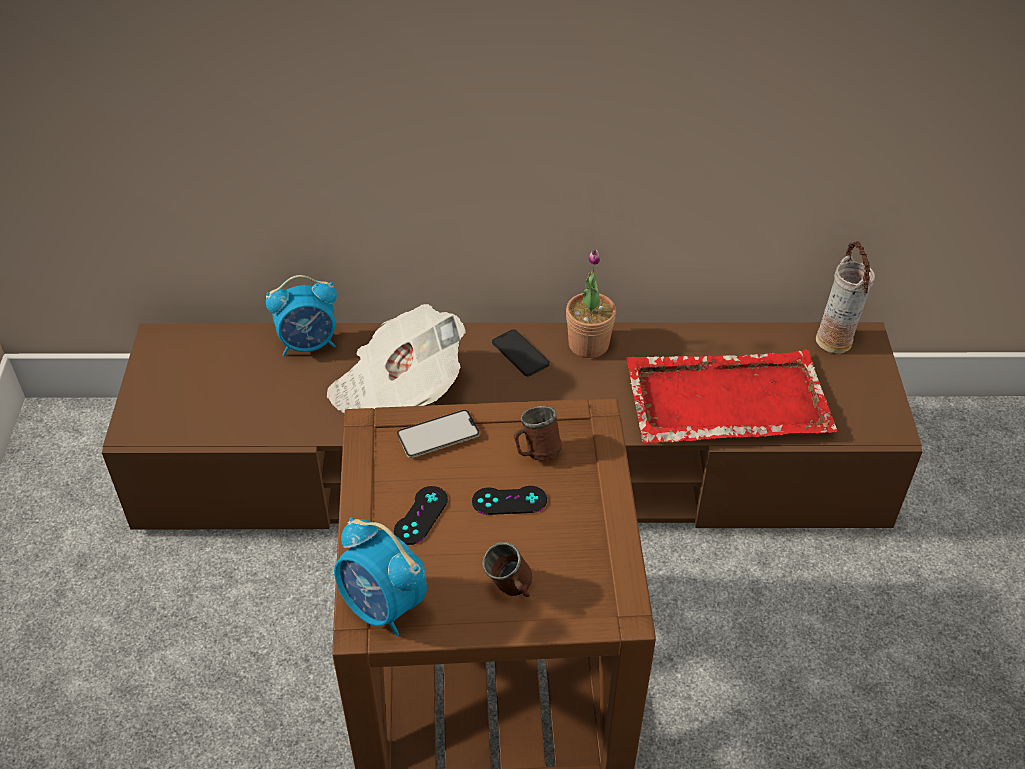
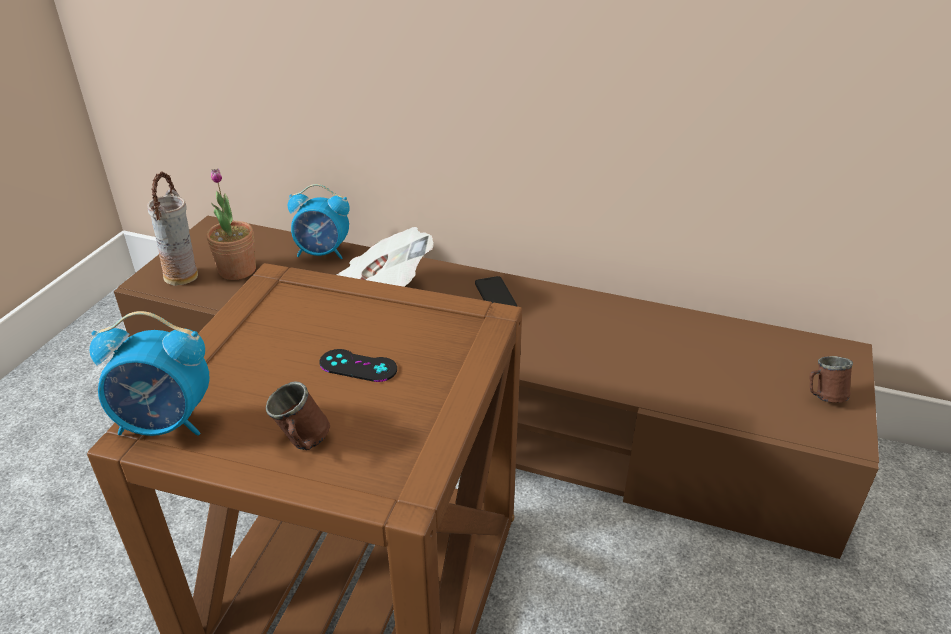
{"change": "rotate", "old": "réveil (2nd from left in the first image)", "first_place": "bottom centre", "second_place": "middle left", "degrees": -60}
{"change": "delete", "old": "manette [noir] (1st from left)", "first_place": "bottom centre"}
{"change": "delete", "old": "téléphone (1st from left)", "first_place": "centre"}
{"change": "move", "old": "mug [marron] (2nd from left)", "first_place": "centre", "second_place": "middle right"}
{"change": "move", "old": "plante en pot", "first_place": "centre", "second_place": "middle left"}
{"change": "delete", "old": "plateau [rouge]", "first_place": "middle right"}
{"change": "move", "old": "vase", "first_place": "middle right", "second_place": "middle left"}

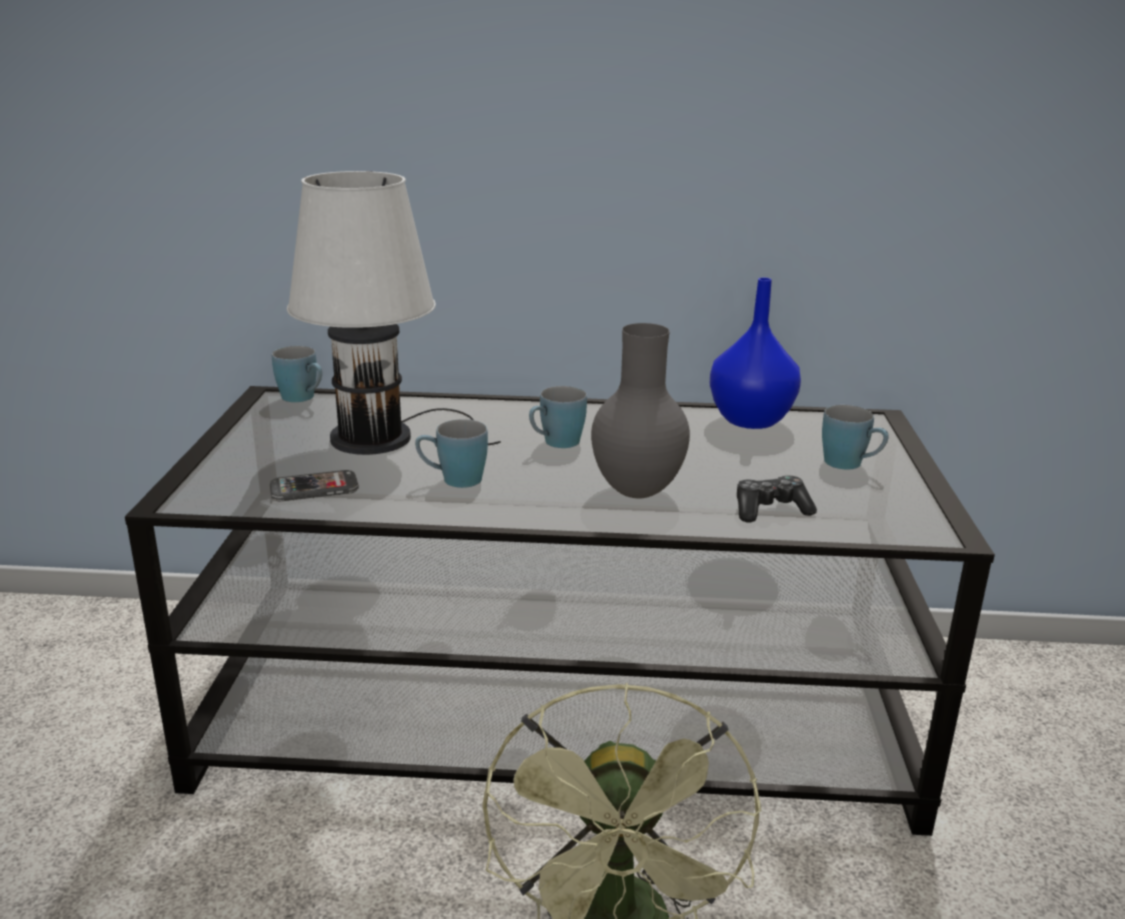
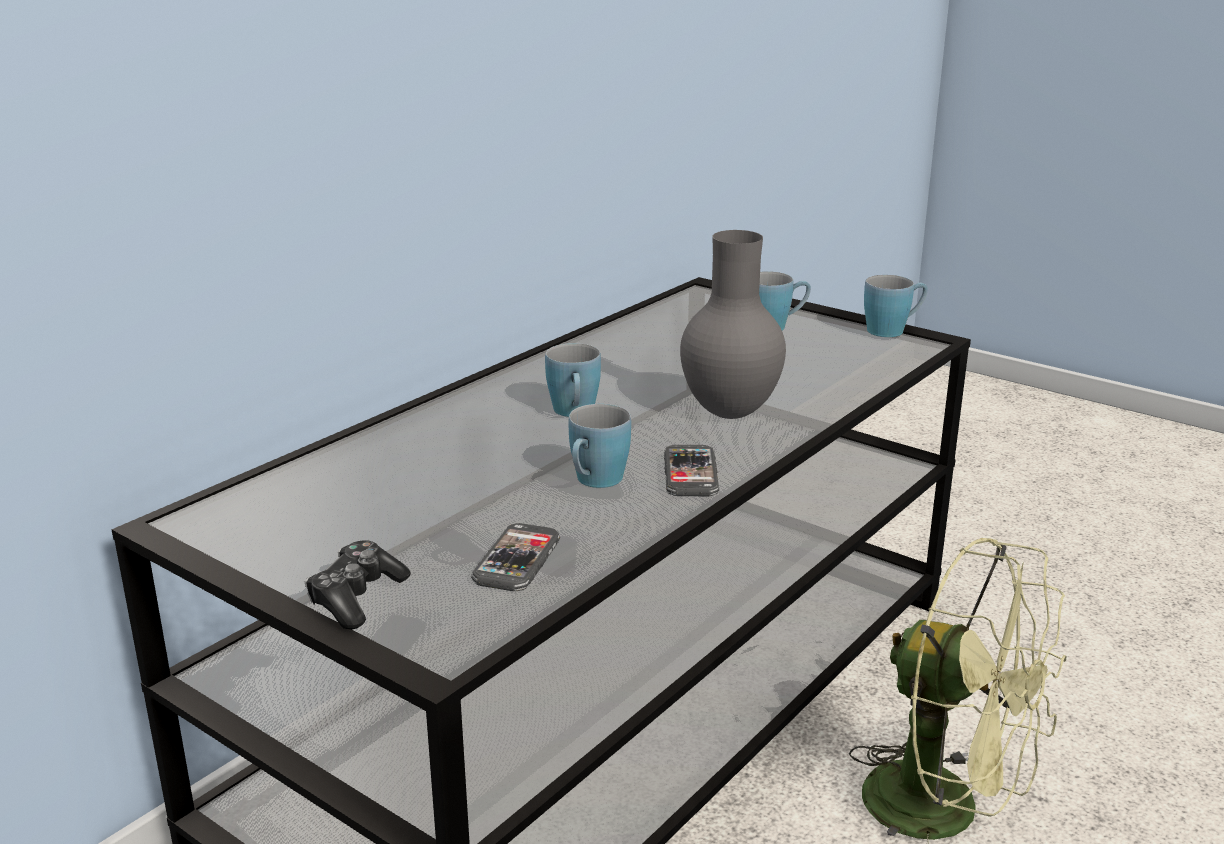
{"change": "move", "old": "mug [bleu] (1st from left in the first image)", "new": "mug [bleu] (4th from left)", "first_place": "middle left", "second_place": "middle right"}
{"change": "delete", "old": "lampe de table [blanc]", "first_place": "centre"}
{"change": "delete", "old": "vase [bleu]", "first_place": "middle right"}
{"change": "move", "old": "manette", "first_place": "middle right", "second_place": "bottom left"}
{"change": "insert", "new": "téléphone (2nd from left)", "second_place": "centre"}

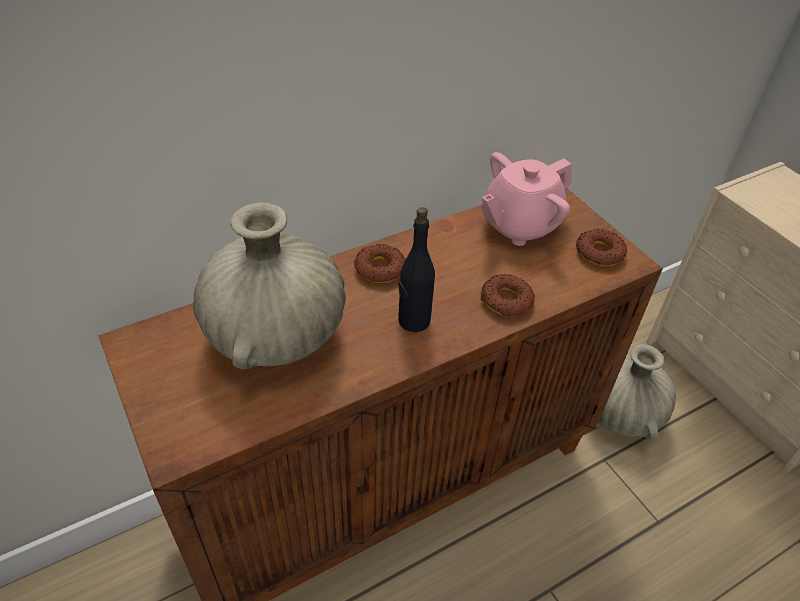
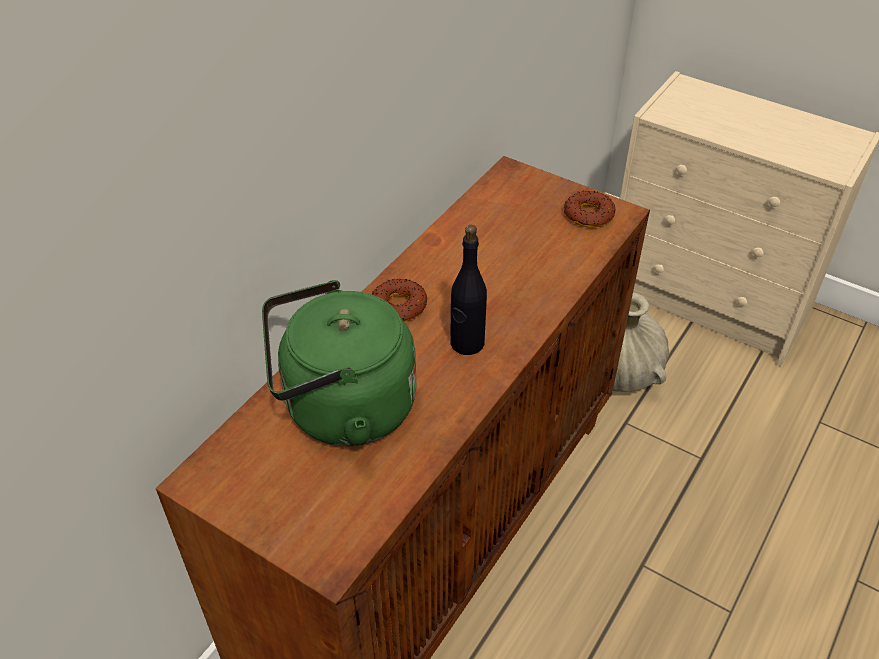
{"change": "replace", "old": "vase [beige] (1st from left)", "new": "bouilloire [vert]", "first_place": "centre", "second_place": "centre"}
{"change": "delete", "old": "beignet (2nd from left)", "first_place": "centre"}
{"change": "delete", "old": "théière [rose]", "first_place": "top centre"}

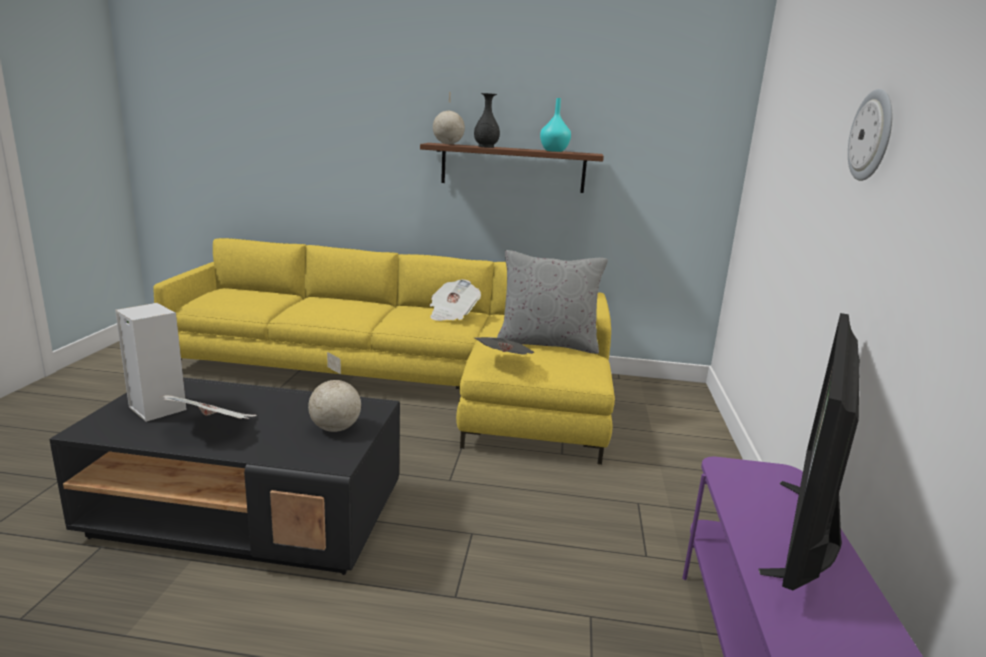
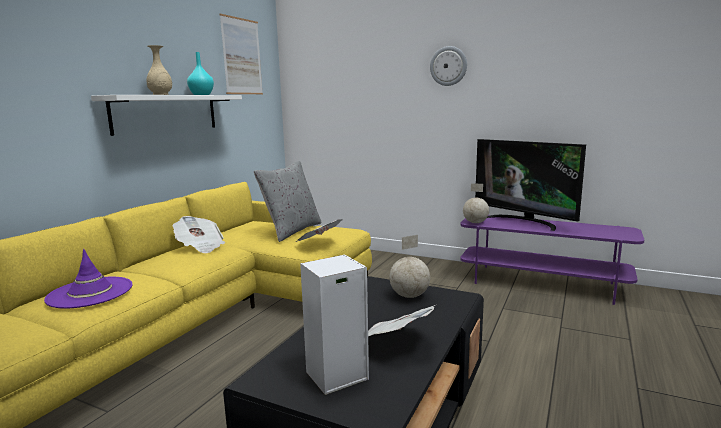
{"change": "recolor", "old": "étagère [marron]", "new": "étagère [blanc]", "first_place": "top centre", "second_place": "top left"}
{"change": "move", "old": "globe (2nd from left)", "first_place": "top centre", "second_place": "centre"}
{"change": "recolor", "old": "vase [noir]", "new": "vase [beige]", "first_place": "top centre", "second_place": "top left"}
{"change": "insert", "new": "chapeau [violet]", "second_place": "middle left"}
{"change": "insert", "new": "tableau", "second_place": "top centre"}

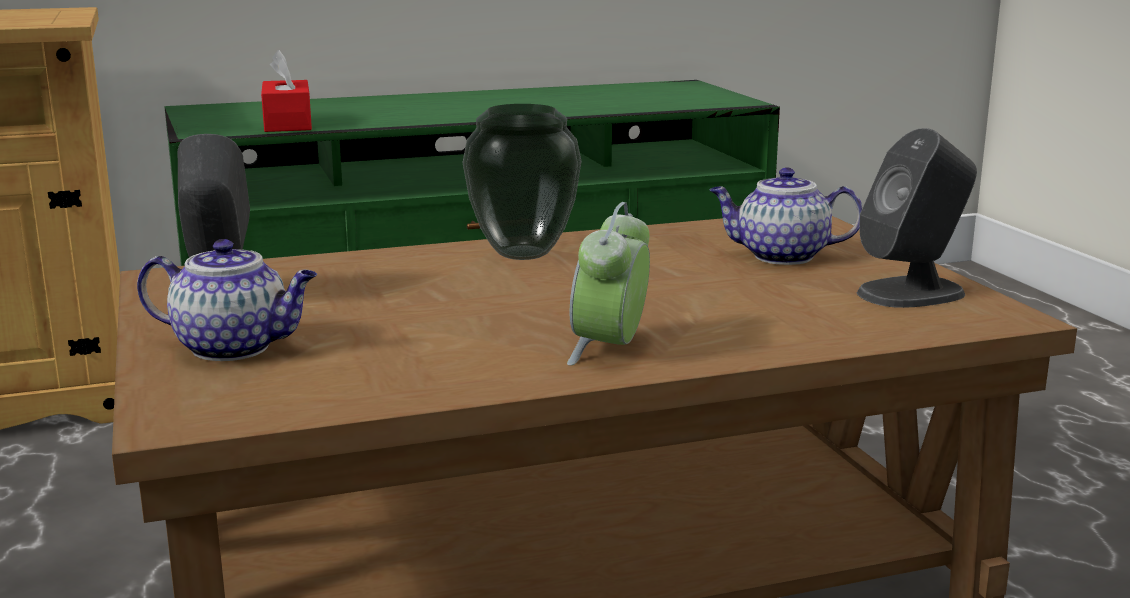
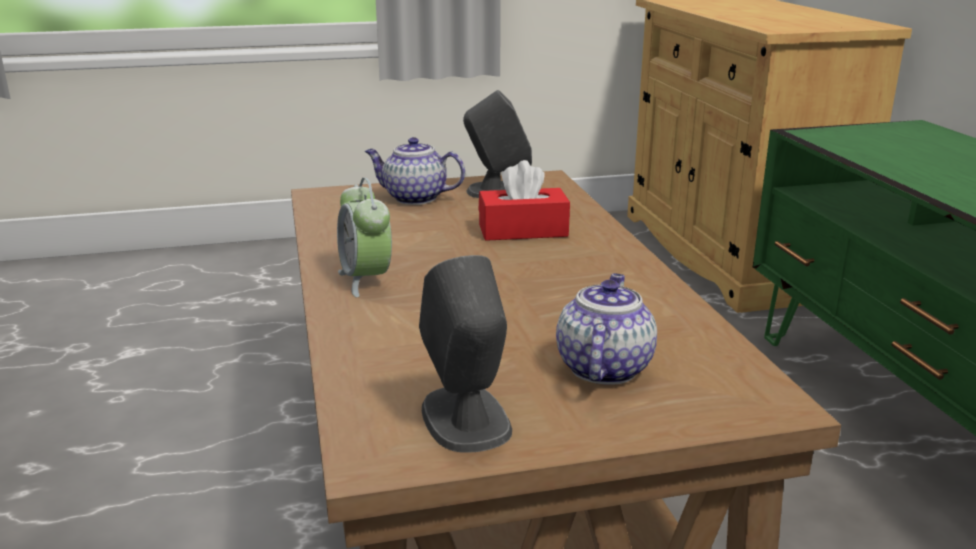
{"change": "rotate", "old": "théière (1st from left)", "first_place": "middle left", "second_place": "top centre", "degrees": 90}
{"change": "move", "old": "boîte à mouchoirs [rouge]", "first_place": "top left", "second_place": "centre"}
{"change": "delete", "old": "vase", "first_place": "top centre"}
{"change": "rotate", "old": "réveil", "first_place": "centre", "second_place": "centre", "degrees": -135}

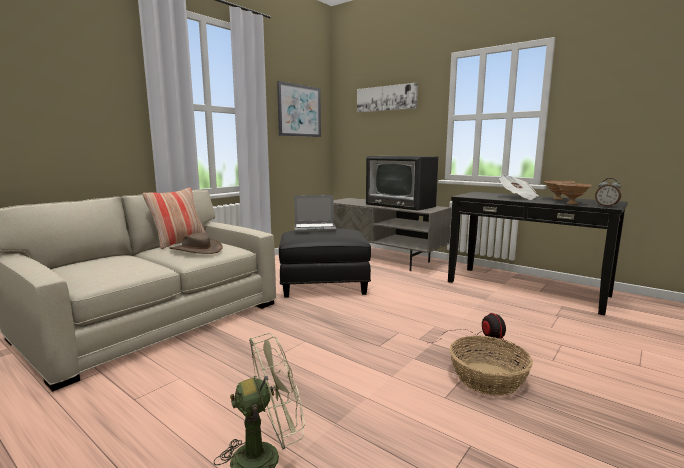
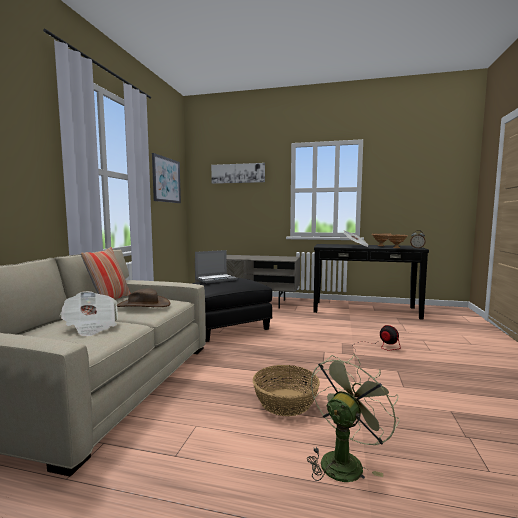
{"change": "delete", "old": "téléviseur", "first_place": "centre"}
{"change": "move", "old": "panier", "first_place": "bottom right", "second_place": "bottom centre"}
{"change": "insert", "new": "journal (1st from left)", "second_place": "middle left"}

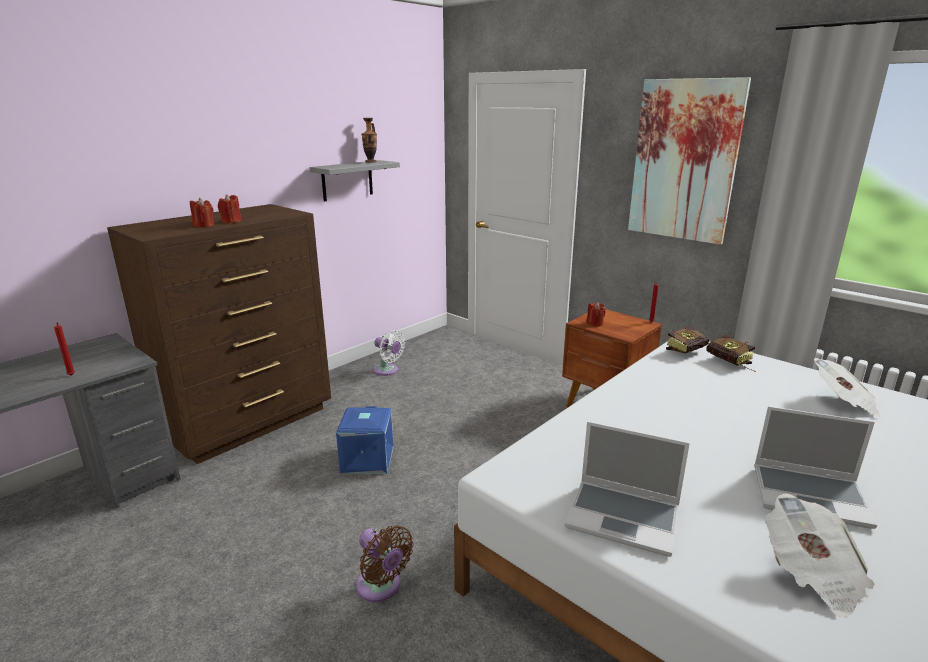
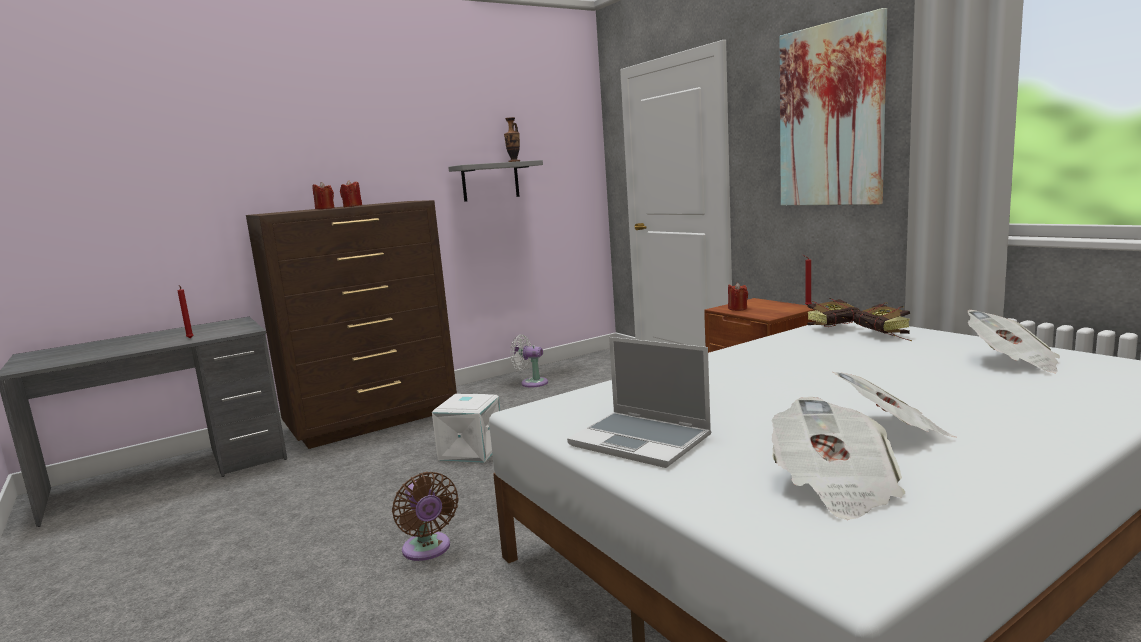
{"change": "recolor", "old": "boîte de rangement [bleu]", "new": "boîte de rangement [blanc]", "first_place": "centre", "second_place": "bottom centre"}
{"change": "rotate", "old": "ventilateur [blanc]", "first_place": "centre", "second_place": "centre", "degrees": 150}
{"change": "replace", "old": "ordinateur portable (2nd from left)", "new": "journal (2nd from left)", "first_place": "bottom right", "second_place": "middle right"}

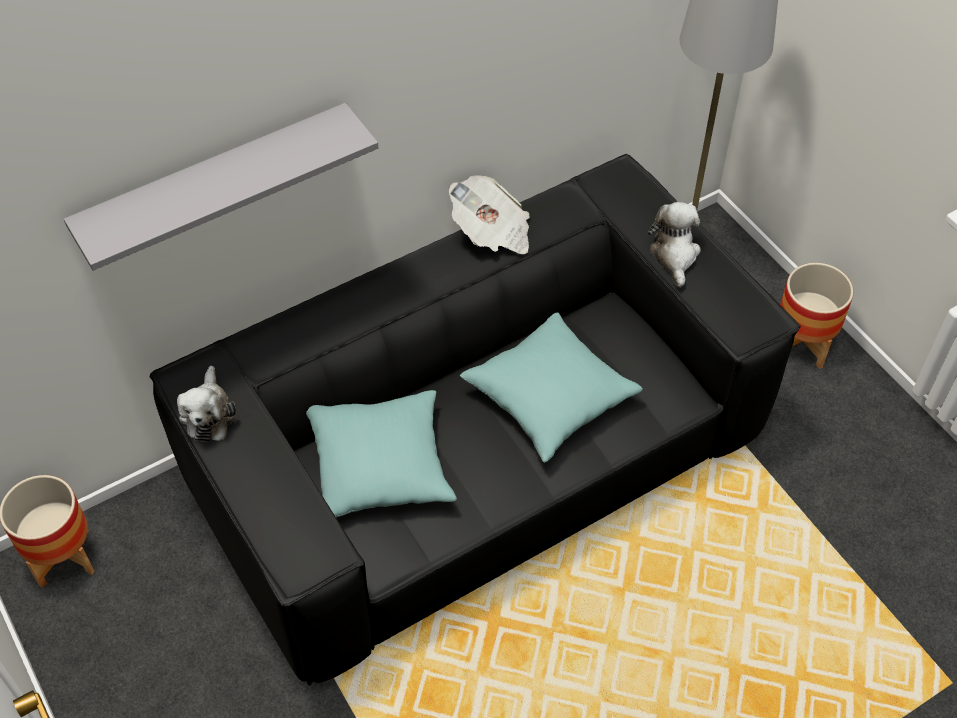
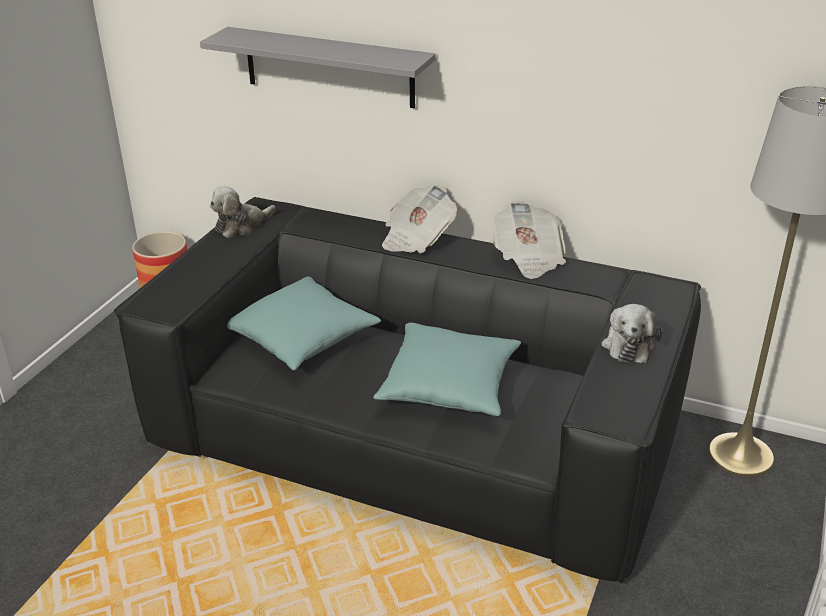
{"change": "rotate", "old": "peluche (2nd from left)", "first_place": "middle right", "second_place": "middle right", "degrees": 135}
{"change": "delete", "old": "cache-pot (2nd from left)", "first_place": "middle right"}
{"change": "insert", "new": "journal (1st from left)", "second_place": "centre"}

